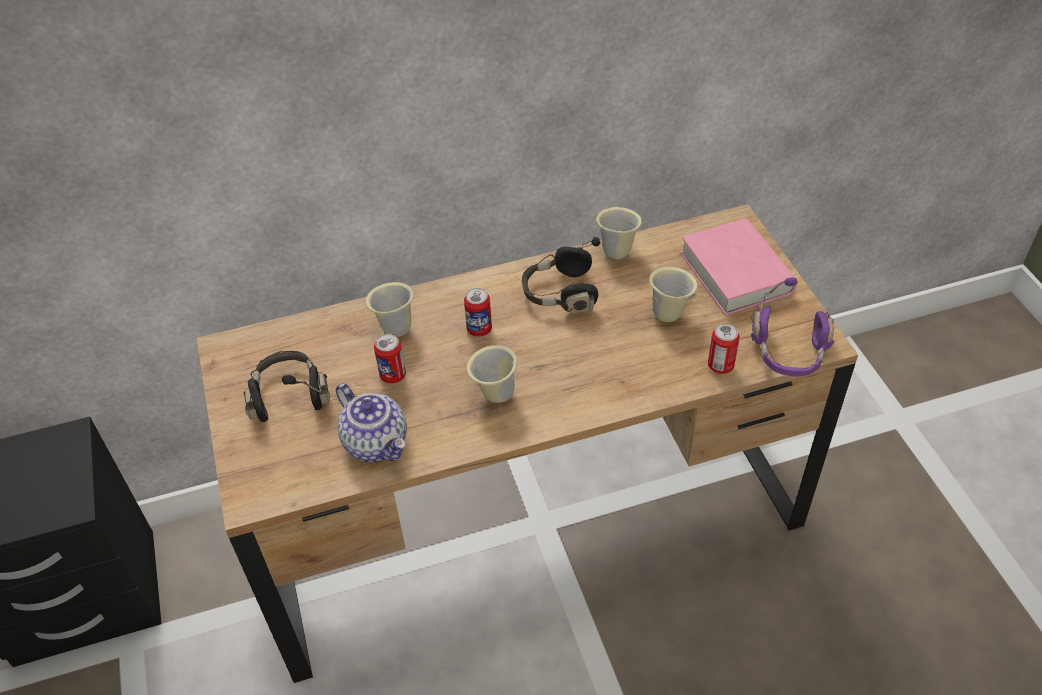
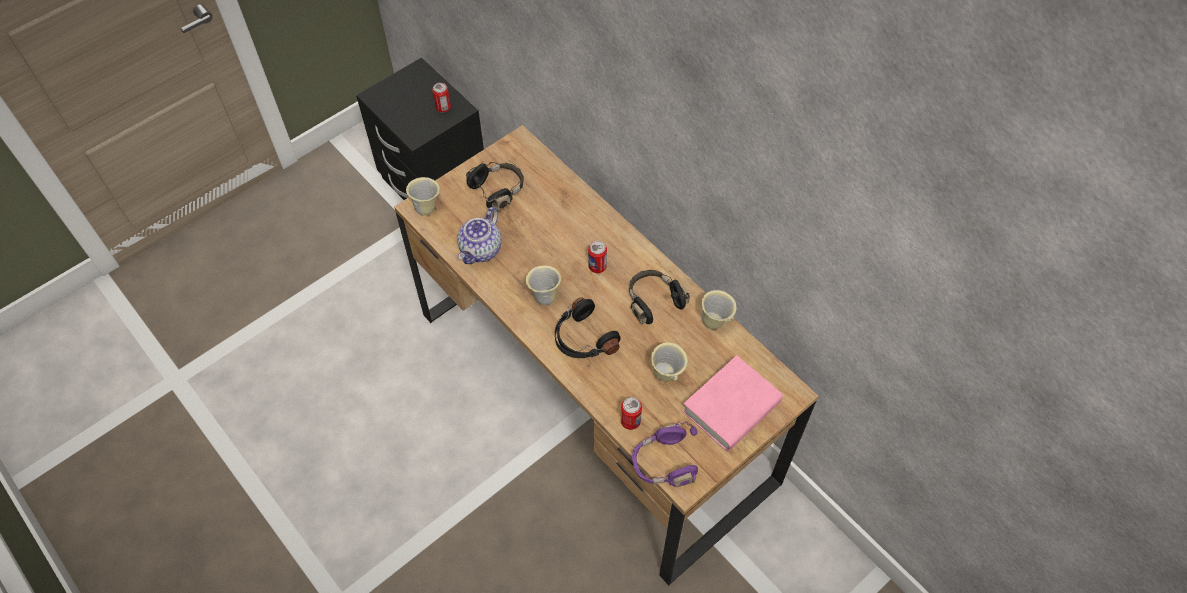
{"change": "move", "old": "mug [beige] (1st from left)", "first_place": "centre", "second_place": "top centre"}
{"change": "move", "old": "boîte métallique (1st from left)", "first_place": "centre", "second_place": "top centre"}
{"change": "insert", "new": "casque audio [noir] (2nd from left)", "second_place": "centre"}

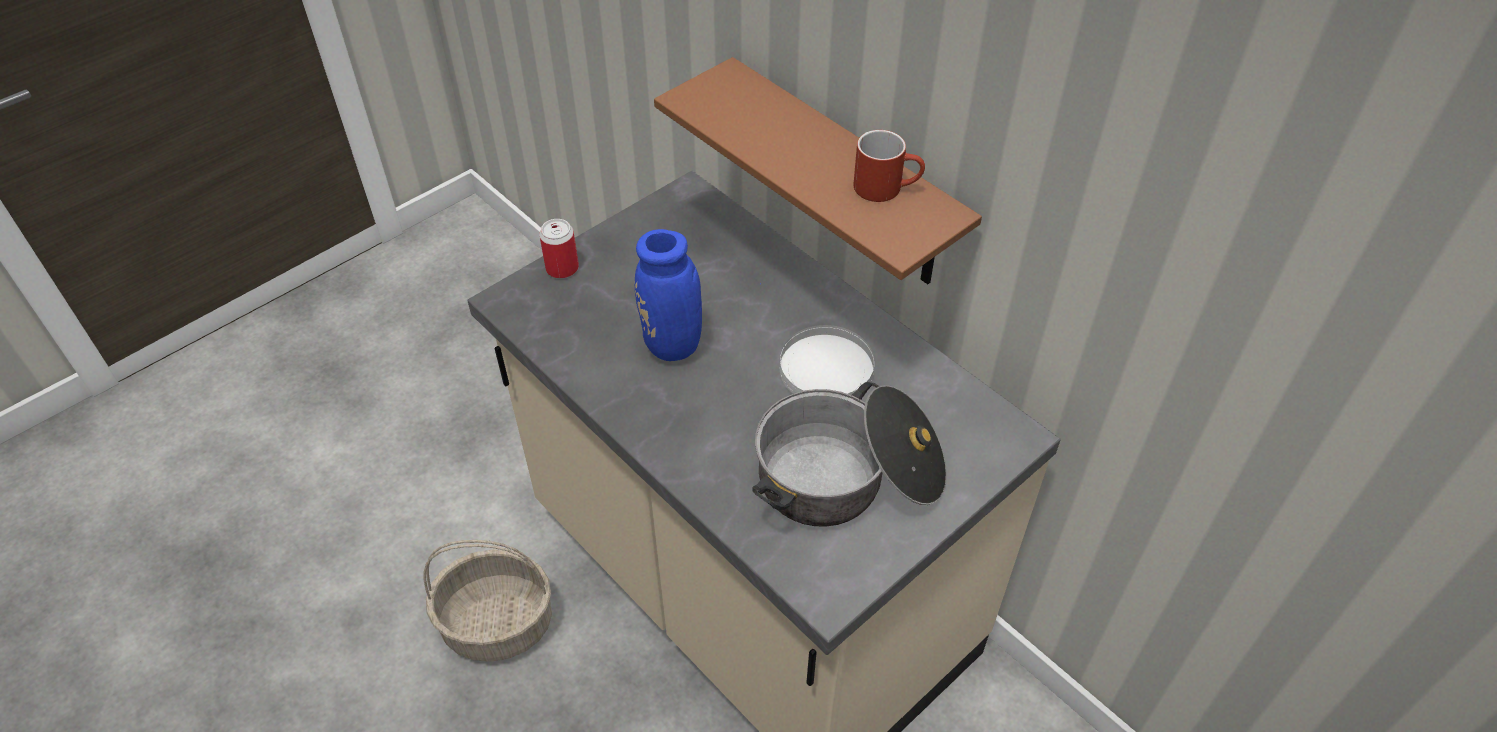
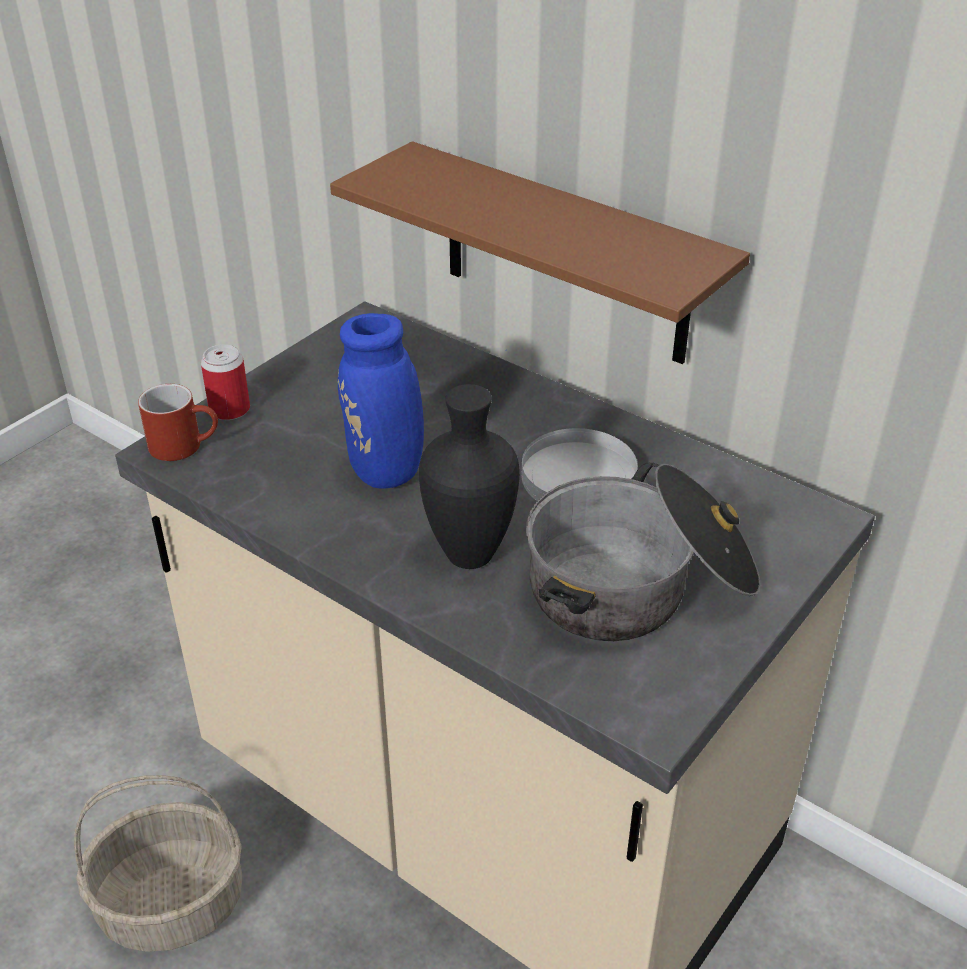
{"change": "move", "old": "mug [rouge]", "first_place": "top centre", "second_place": "middle left"}
{"change": "insert", "new": "vase [noir]", "second_place": "centre"}

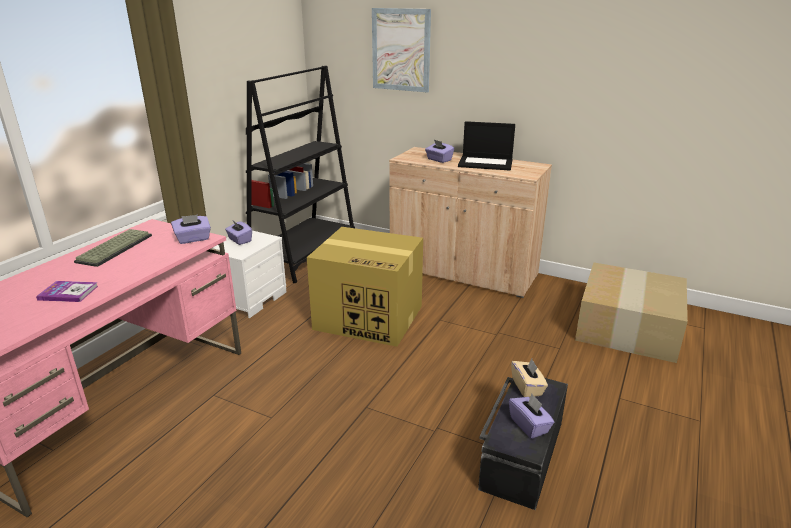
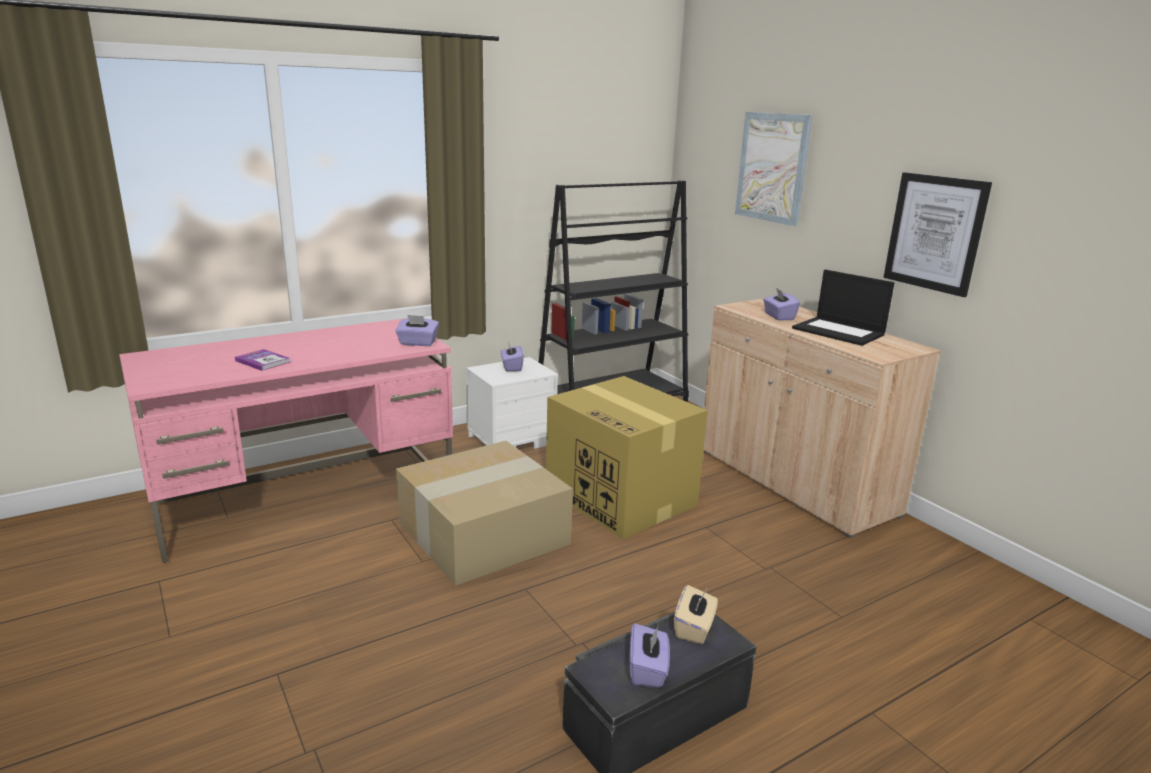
{"change": "delete", "old": "clavier", "first_place": "middle left"}
{"change": "move", "old": "carton (2nd from left in the first image)", "new": "carton (1st from left)", "first_place": "middle right", "second_place": "centre"}
{"change": "insert", "new": "tableau (2nd from left)", "second_place": "top right"}

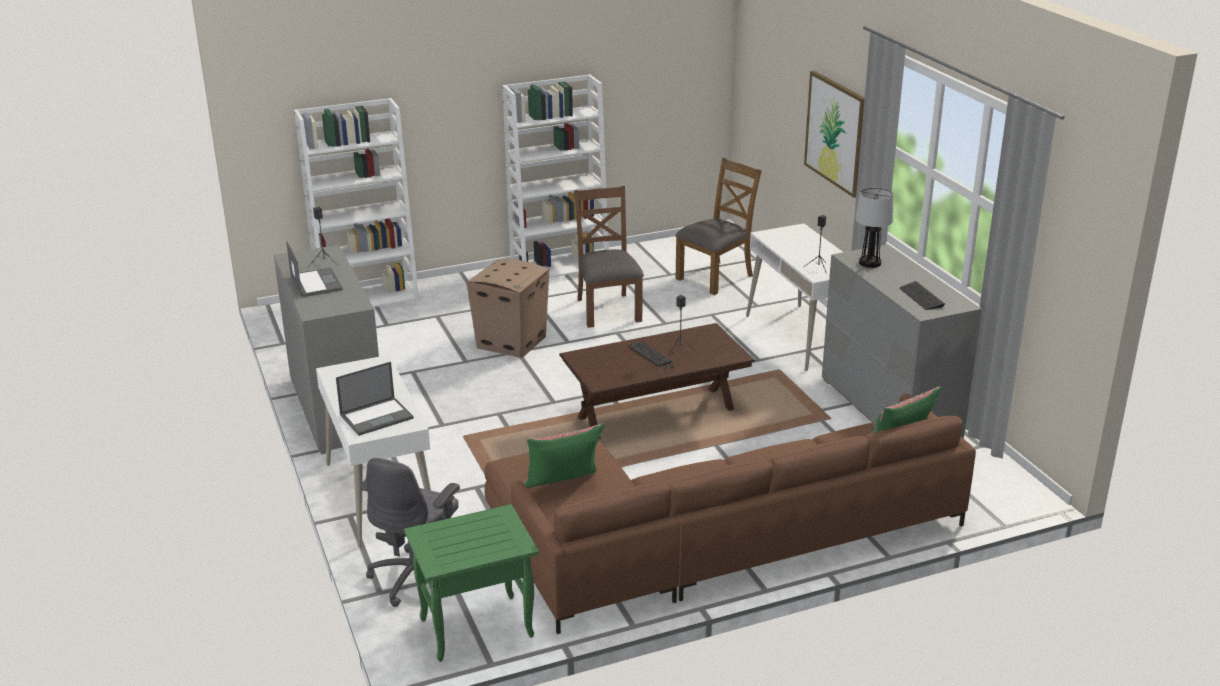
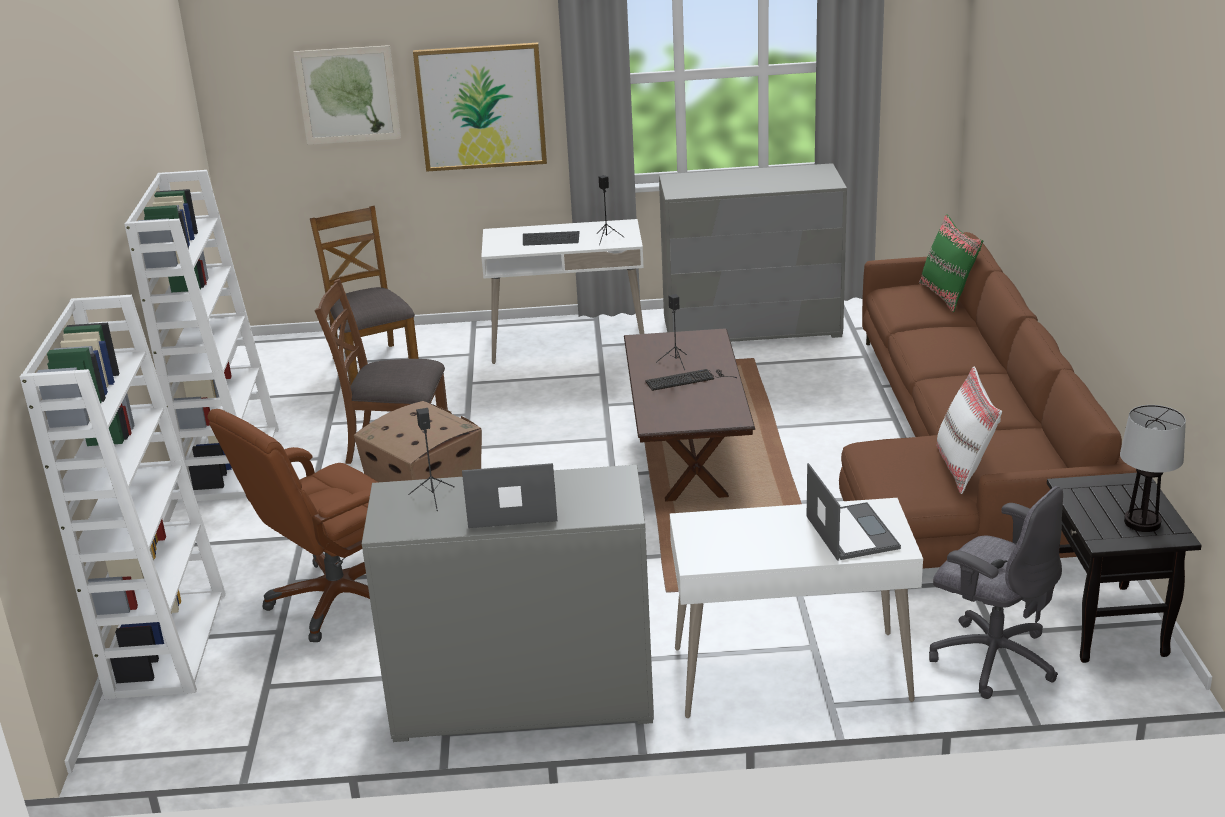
{"change": "recolor", "old": "table d'appoint [vert]", "new": "table d'appoint [noir]", "first_place": "bottom centre", "second_place": "bottom right"}
{"change": "recolor", "old": "coussin [vert] (1st from left)", "new": "coussin [blanc]", "first_place": "centre", "second_place": "middle right"}
{"change": "move", "old": "lampe de table", "first_place": "top right", "second_place": "middle right"}
{"change": "move", "old": "clavier (2nd from left in the first image)", "new": "clavier (1st from left)", "first_place": "middle right", "second_place": "top centre"}
{"change": "insert", "new": "chaise de bureau [marron]", "second_place": "middle left"}
{"change": "insert", "new": "tableau (1st from left)", "second_place": "top left"}

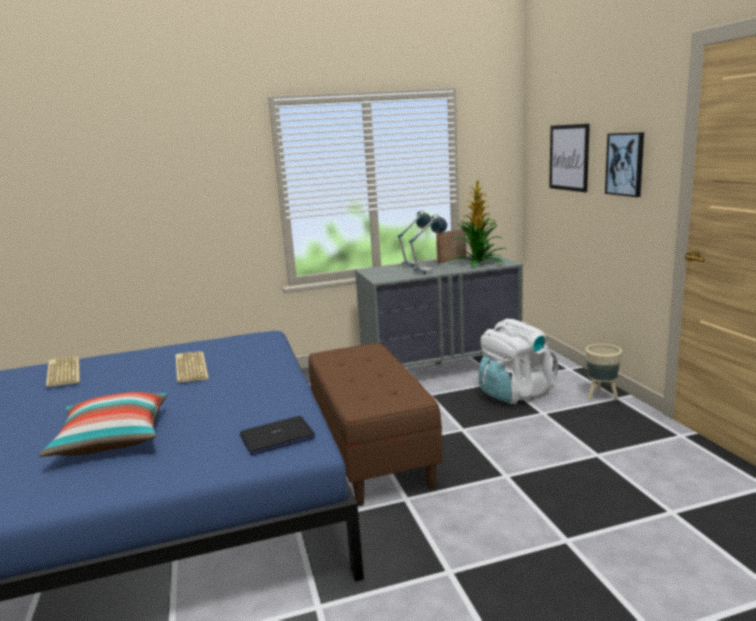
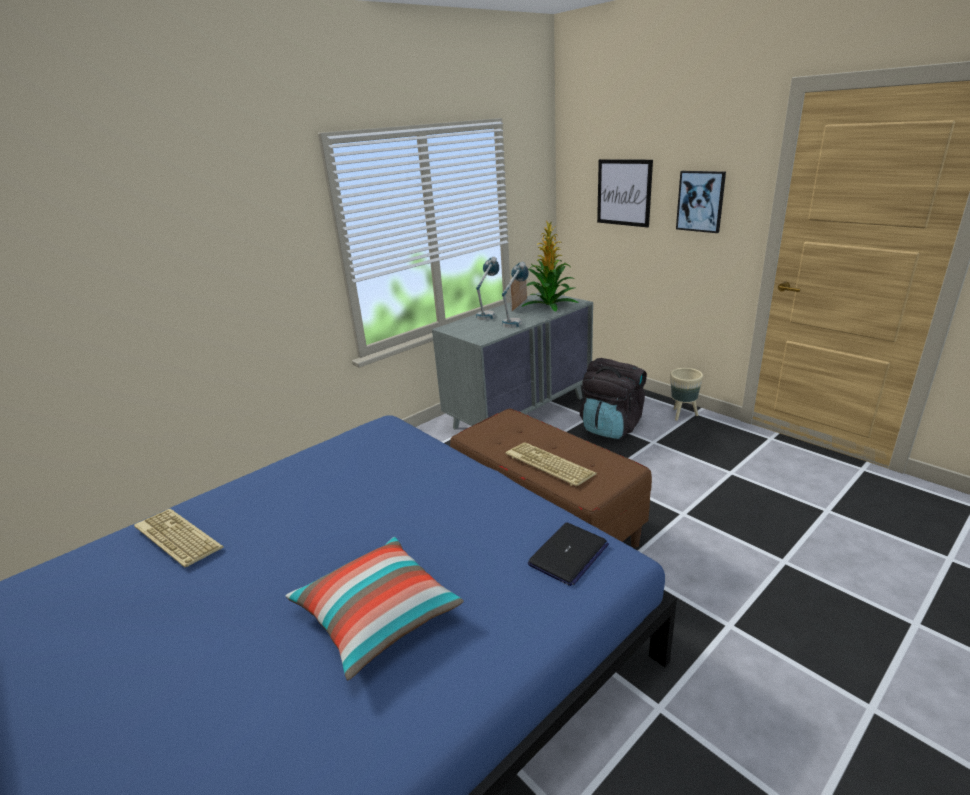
{"change": "move", "old": "clavier (2nd from left)", "first_place": "middle left", "second_place": "centre"}
{"change": "recolor", "old": "sac à dos [blanc]", "new": "sac à dos [noir]", "first_place": "middle right", "second_place": "centre"}

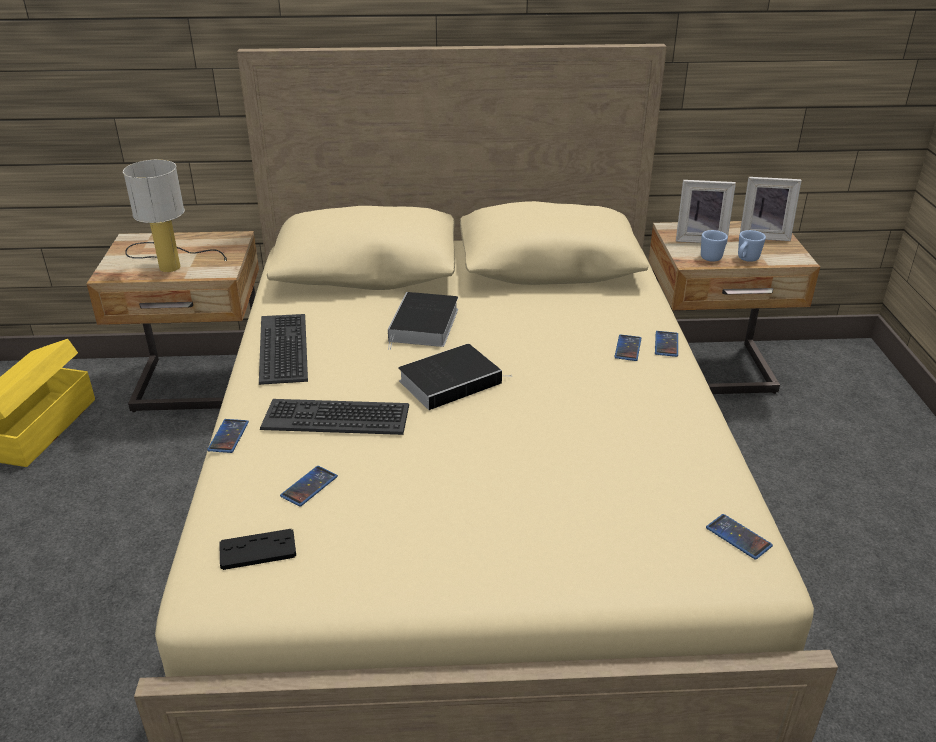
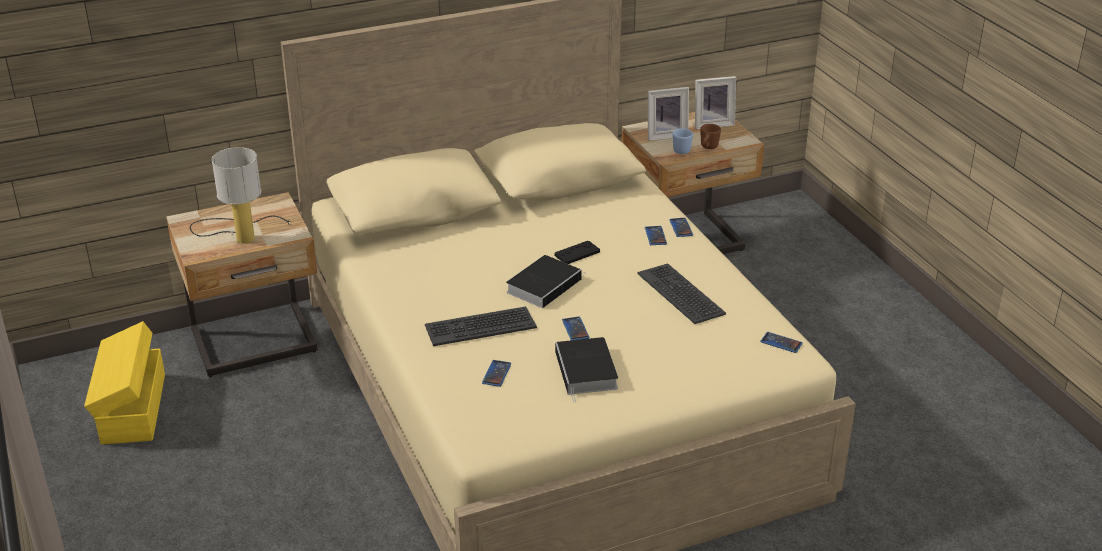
{"change": "move", "old": "téléphone (1st from left in the first image)", "new": "téléphone (2nd from left)", "first_place": "middle left", "second_place": "centre"}
{"change": "move", "old": "manette [noir]", "first_place": "bottom left", "second_place": "centre"}
{"change": "move", "old": "clavier (1st from left in the first image)", "new": "clavier (2nd from left)", "first_place": "middle left", "second_place": "centre"}
{"change": "move", "old": "livre (1st from left in the first image)", "new": "livre (2nd from left)", "first_place": "centre", "second_place": "bottom centre"}
{"change": "recolor", "old": "mug [bleu] (2nd from left)", "new": "mug [marron]", "first_place": "top right", "second_place": "top centre"}

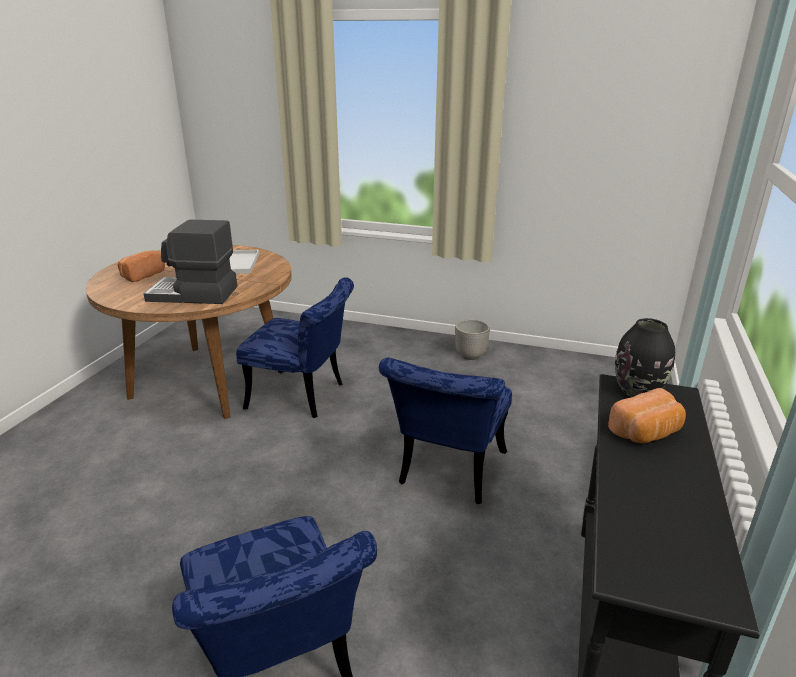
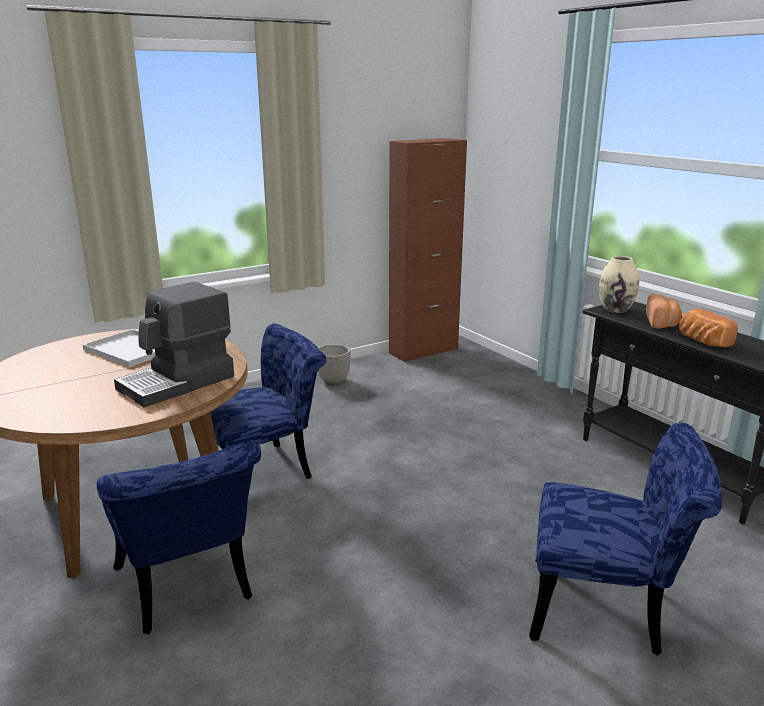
{"change": "move", "old": "pain (1st from left in the first image)", "new": "pain (2nd from left)", "first_place": "middle left", "second_place": "middle right"}
{"change": "move", "old": "chaise [bleu] (3rd from left in the first image)", "new": "chaise [bleu] (1st from left)", "first_place": "centre", "second_place": "bottom left"}
{"change": "recolor", "old": "vase [noir]", "new": "vase [beige]", "first_place": "middle right", "second_place": "middle right"}
{"change": "insert", "new": "meuble de rangement [marron]", "second_place": "centre"}

